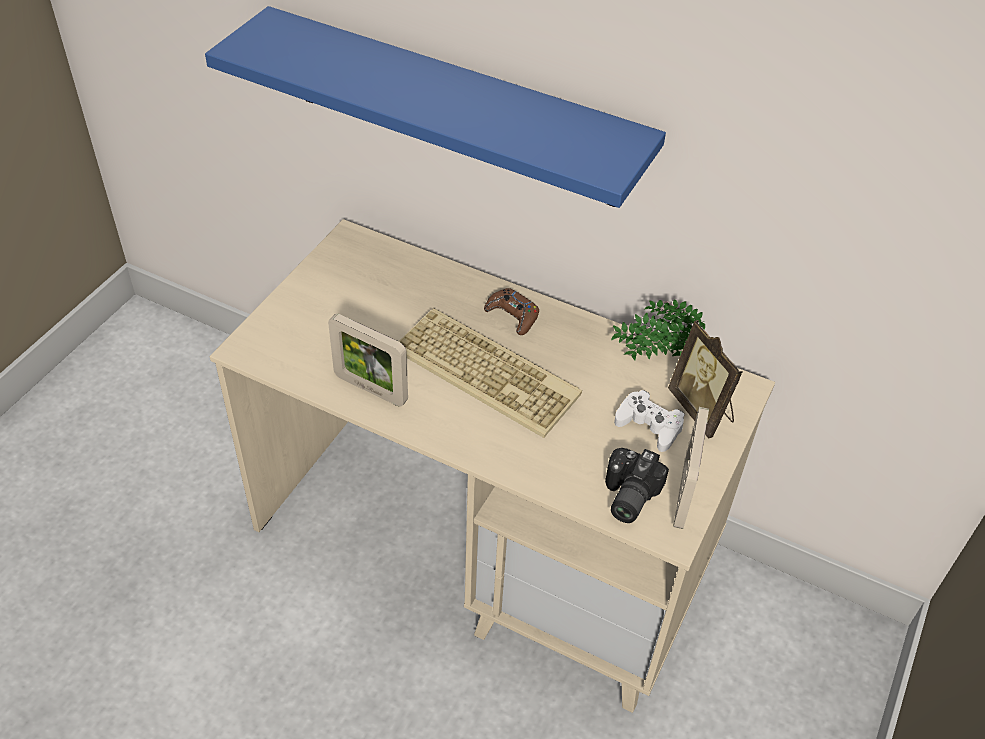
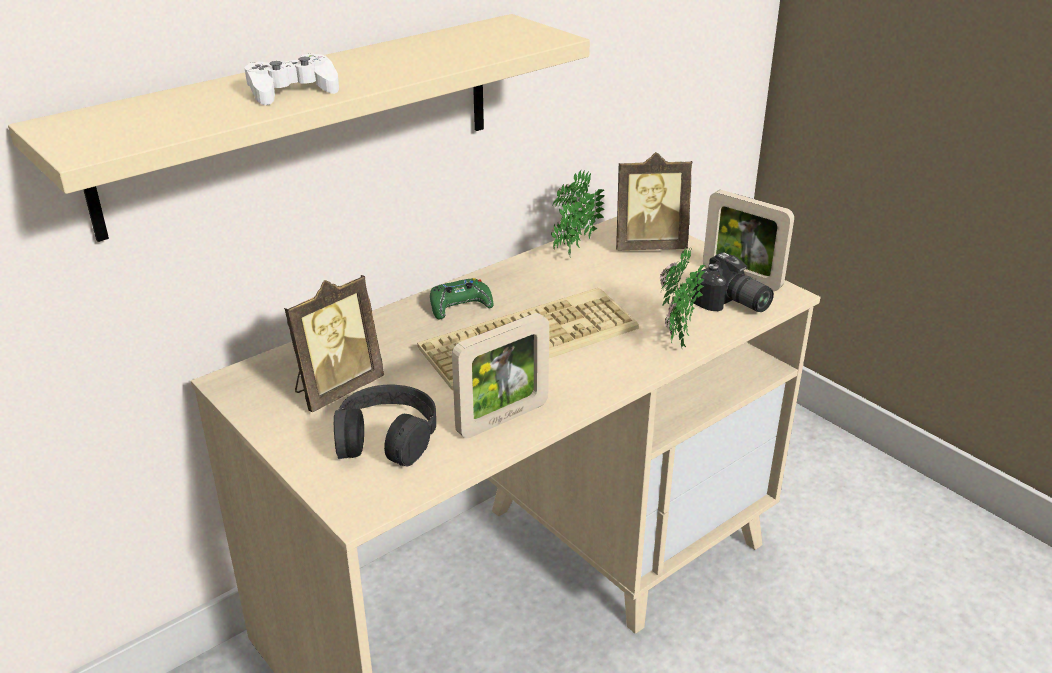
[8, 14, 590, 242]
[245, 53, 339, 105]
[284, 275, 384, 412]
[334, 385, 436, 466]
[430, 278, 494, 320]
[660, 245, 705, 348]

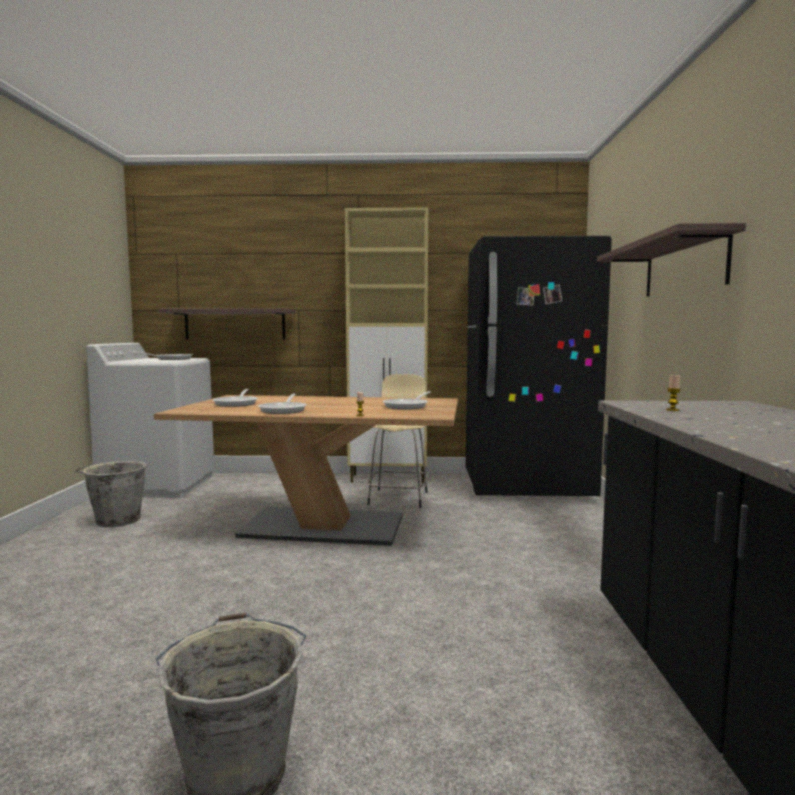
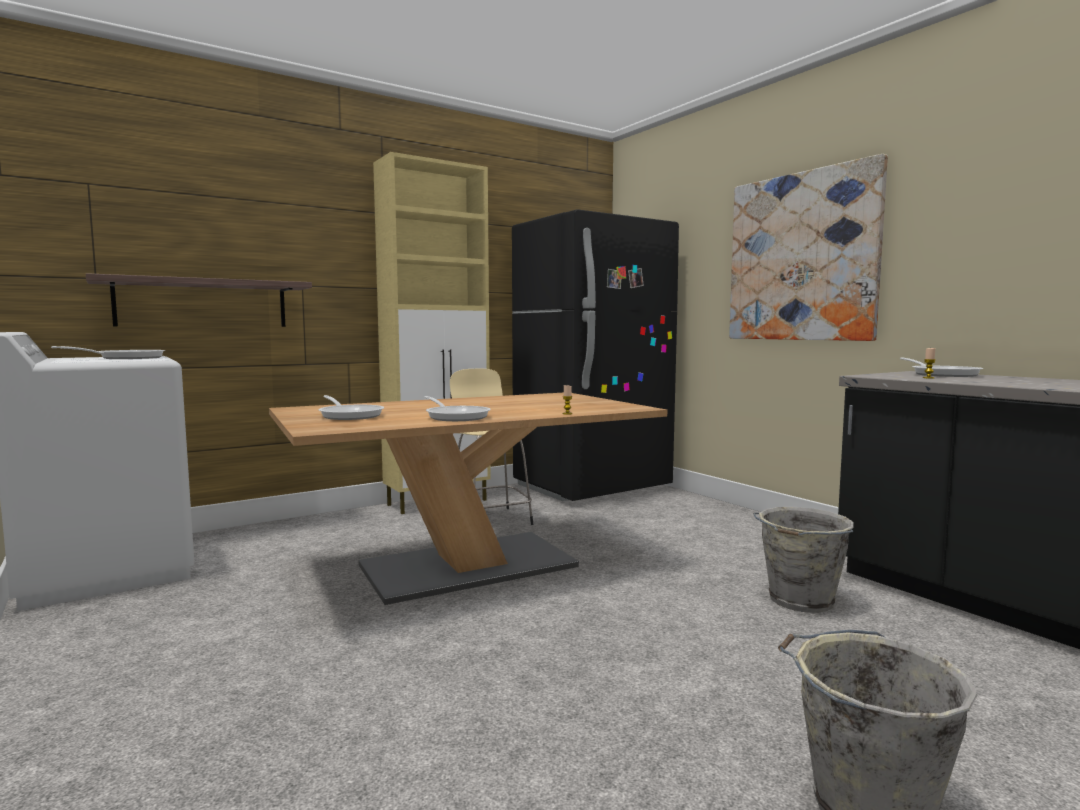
[729, 154, 888, 341]
[753, 507, 854, 613]
[900, 357, 983, 377]

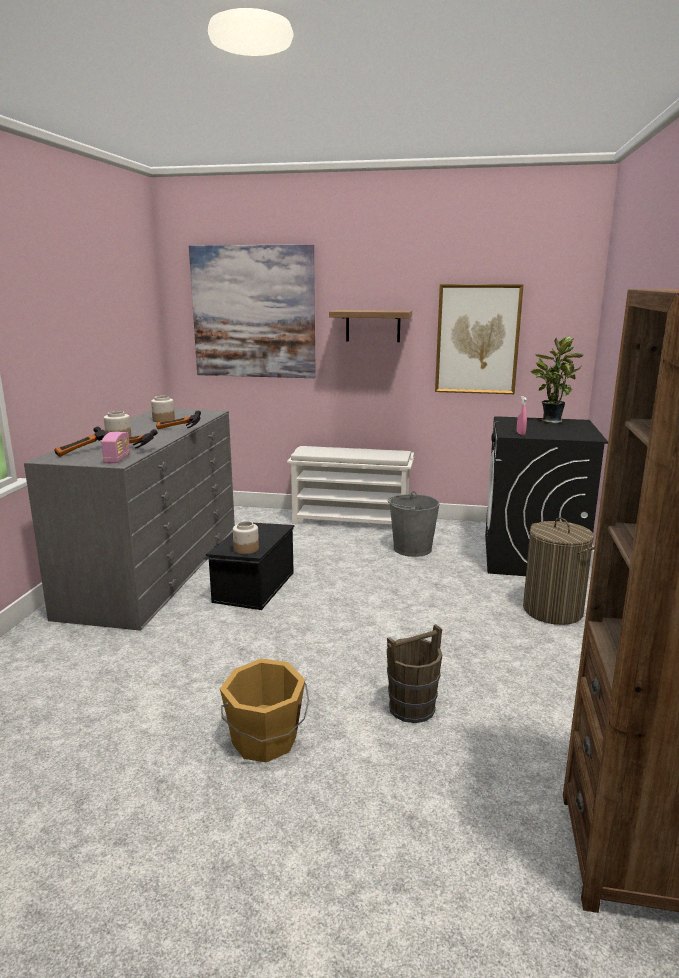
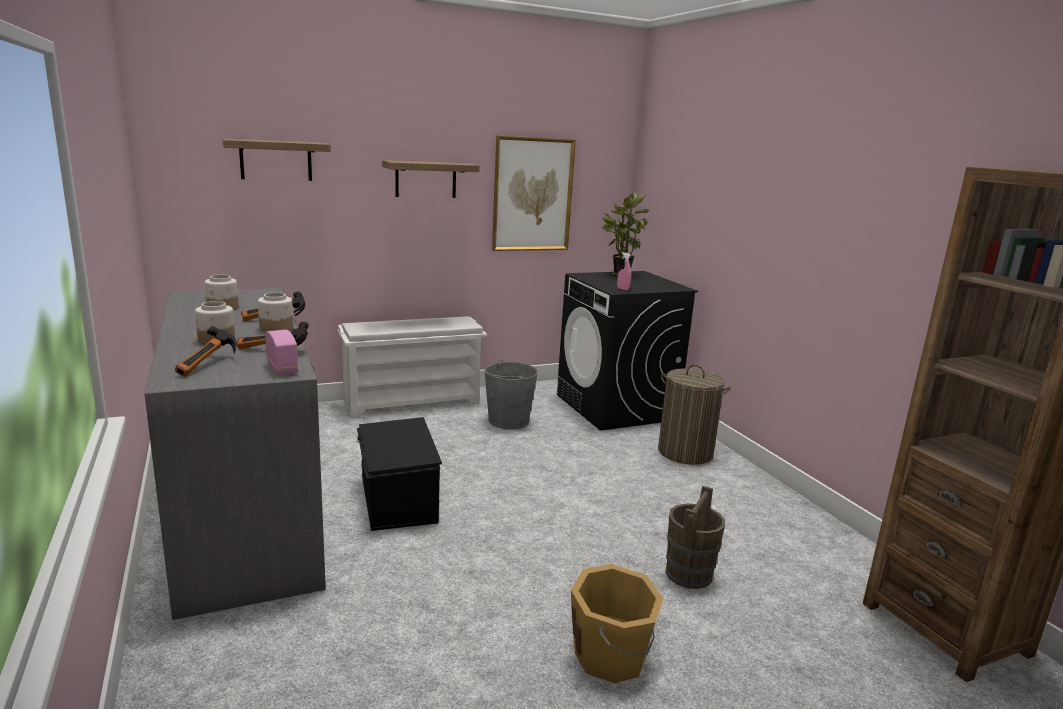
[222, 138, 331, 181]
[258, 292, 294, 332]

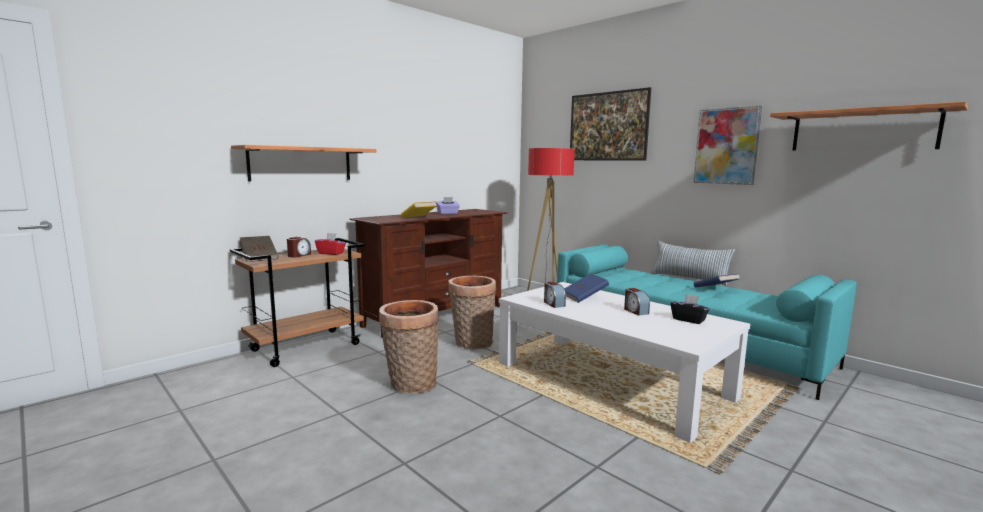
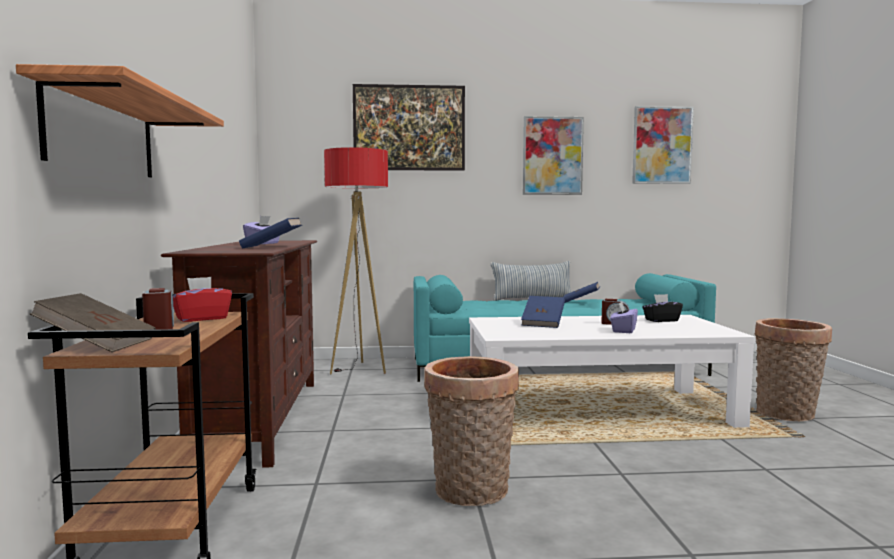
[239, 218, 302, 248]
[610, 302, 638, 333]
[632, 106, 694, 184]
[755, 318, 832, 421]
[544, 282, 566, 308] (first image)

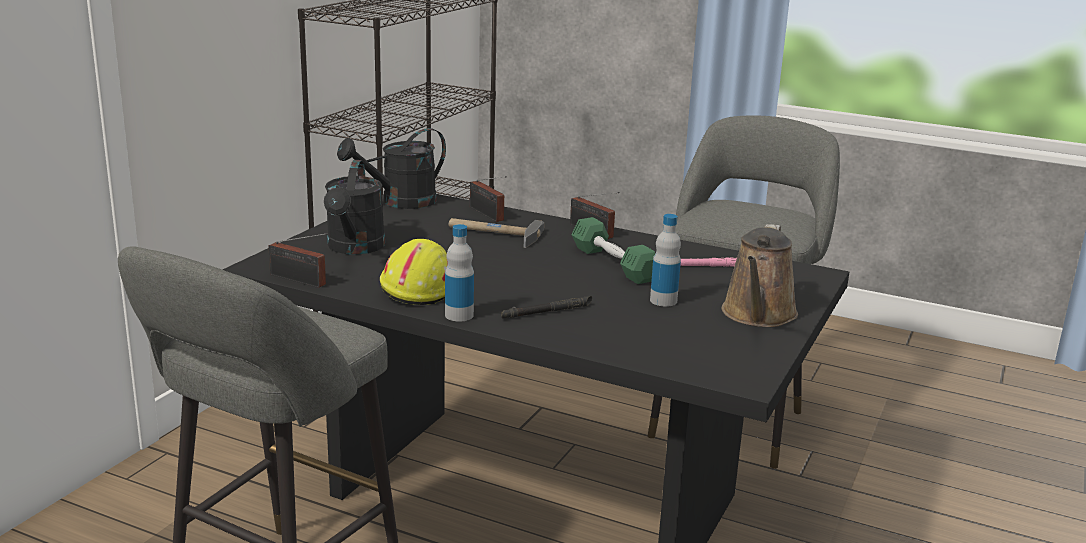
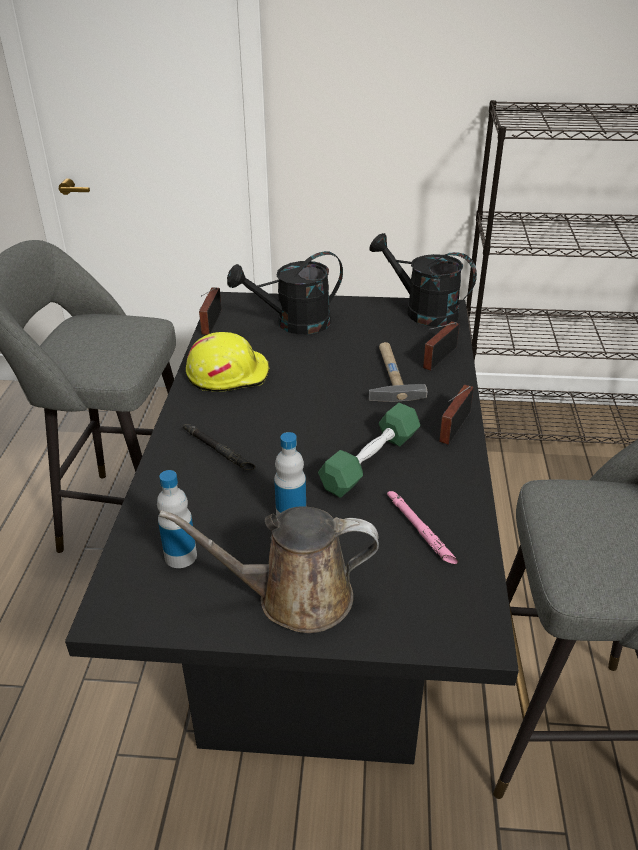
[157, 470, 197, 568]

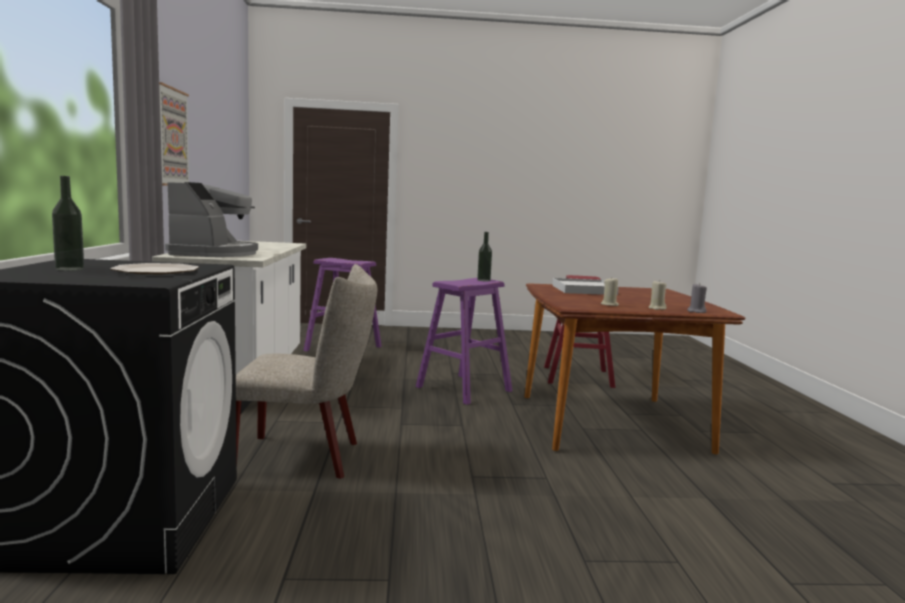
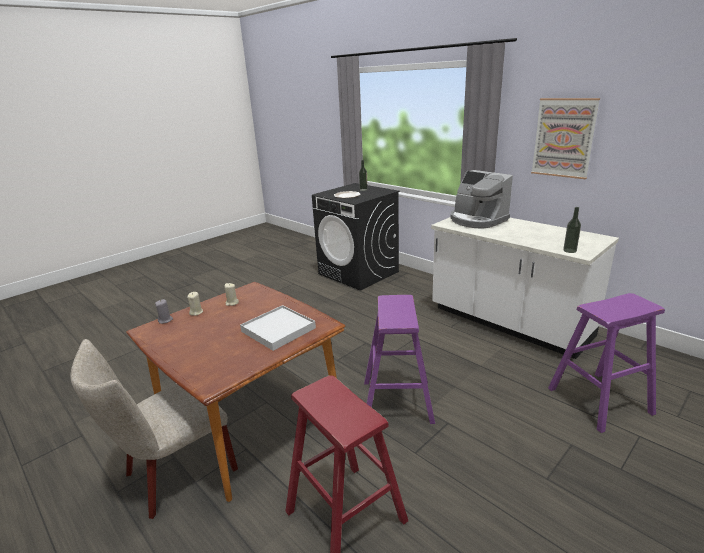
[70, 339, 238, 519]
[563, 207, 581, 253]

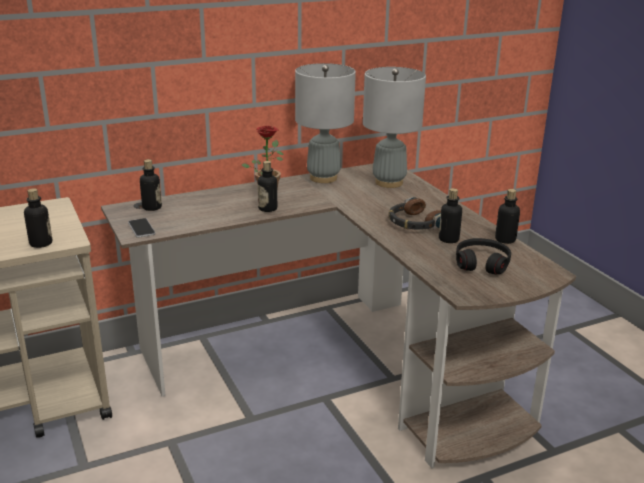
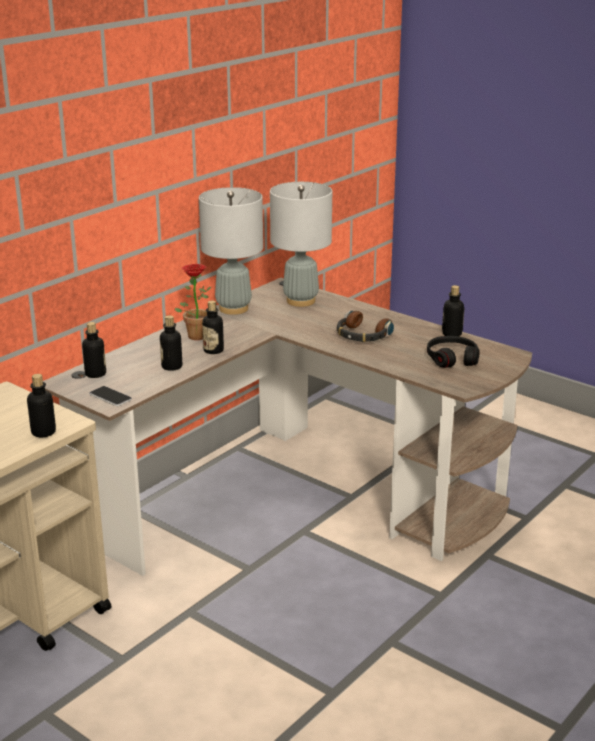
[160, 315, 182, 371]

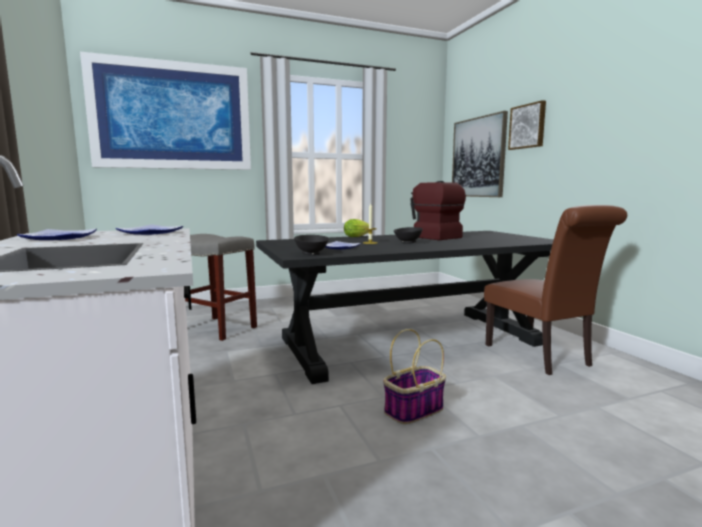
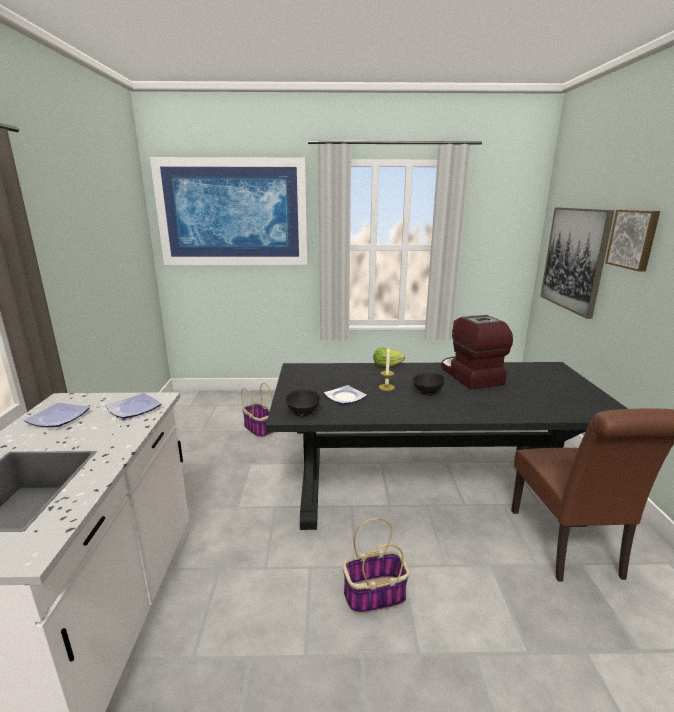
[241, 383, 274, 438]

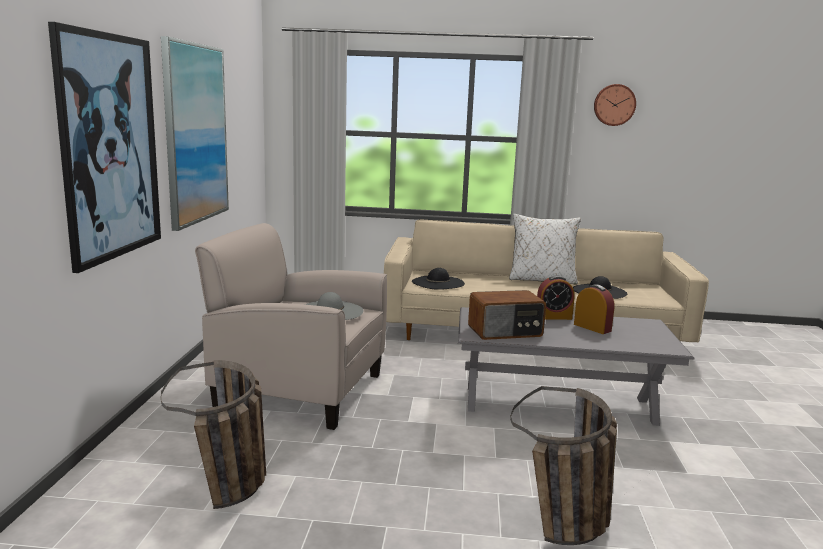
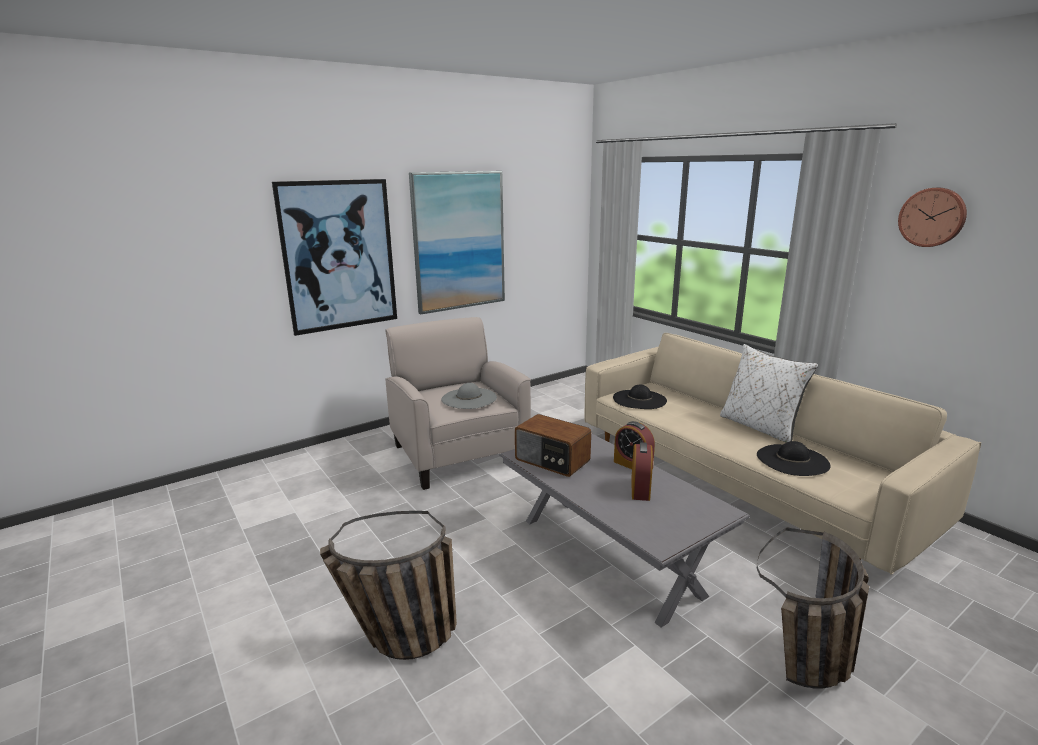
[757, 527, 869, 688]

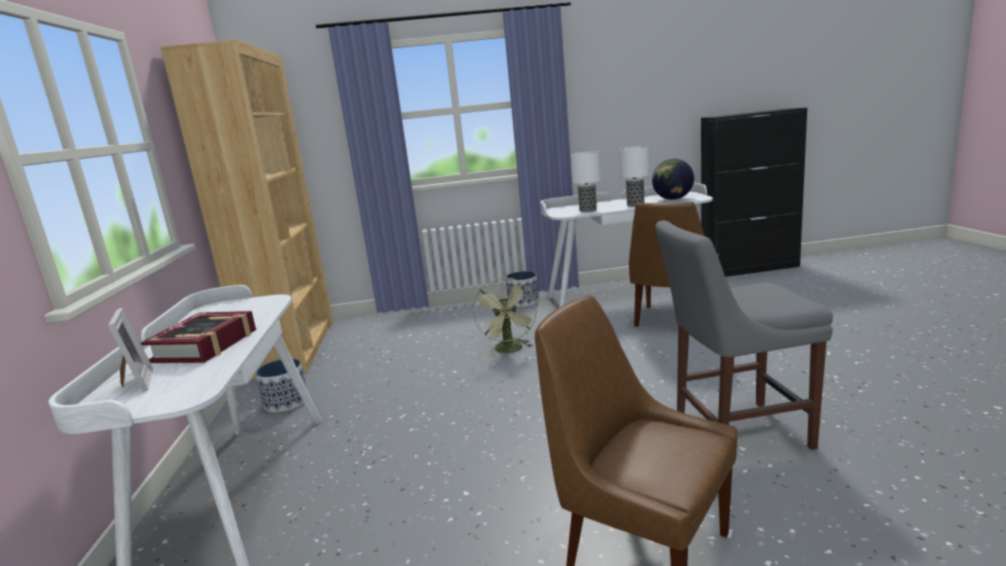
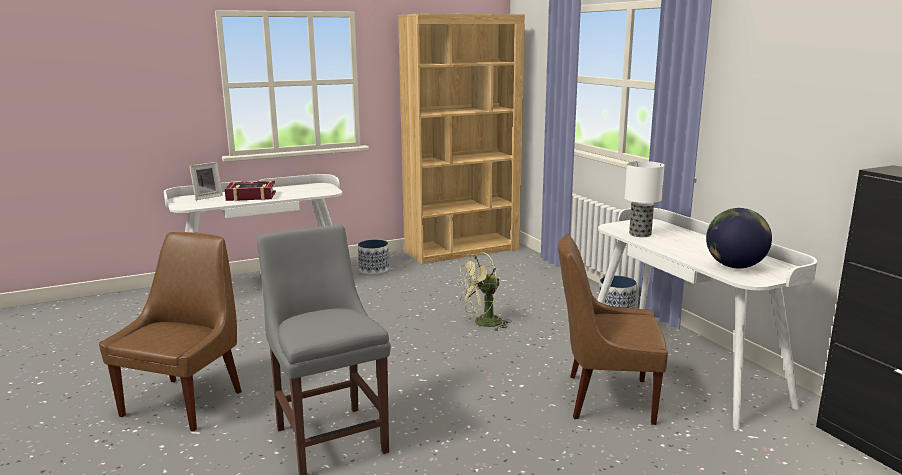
[619, 146, 649, 207] (first image)

